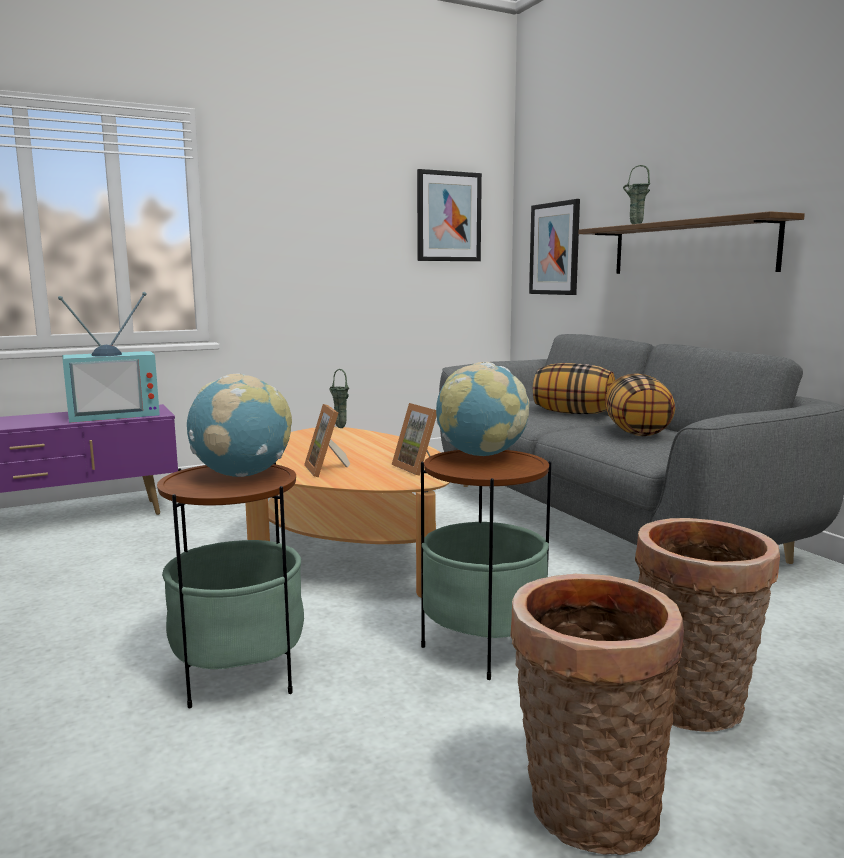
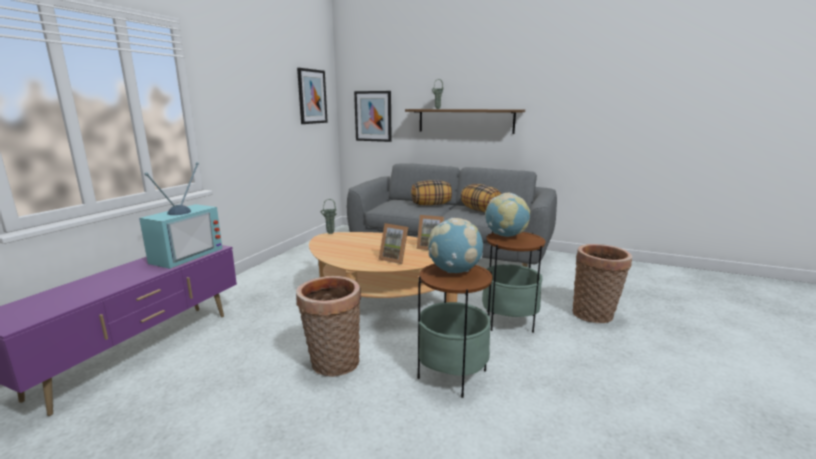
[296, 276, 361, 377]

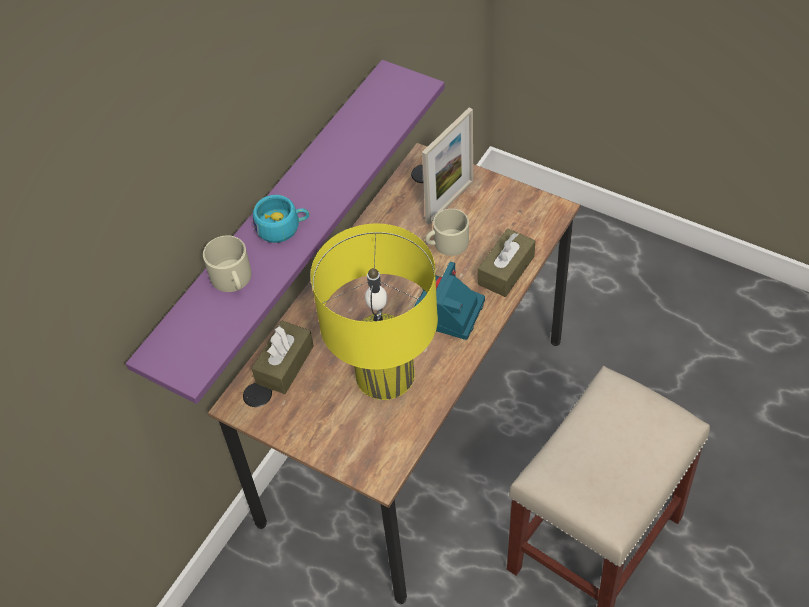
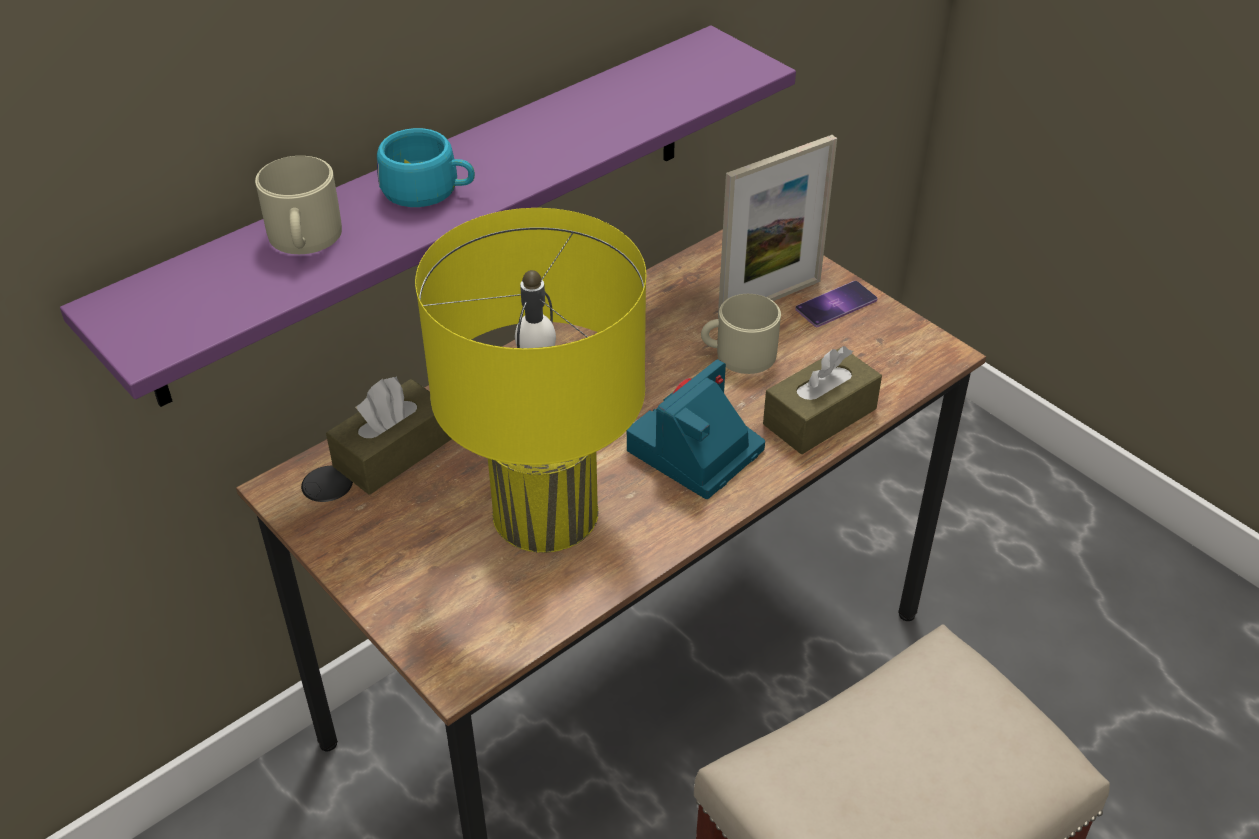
[795, 281, 878, 327]

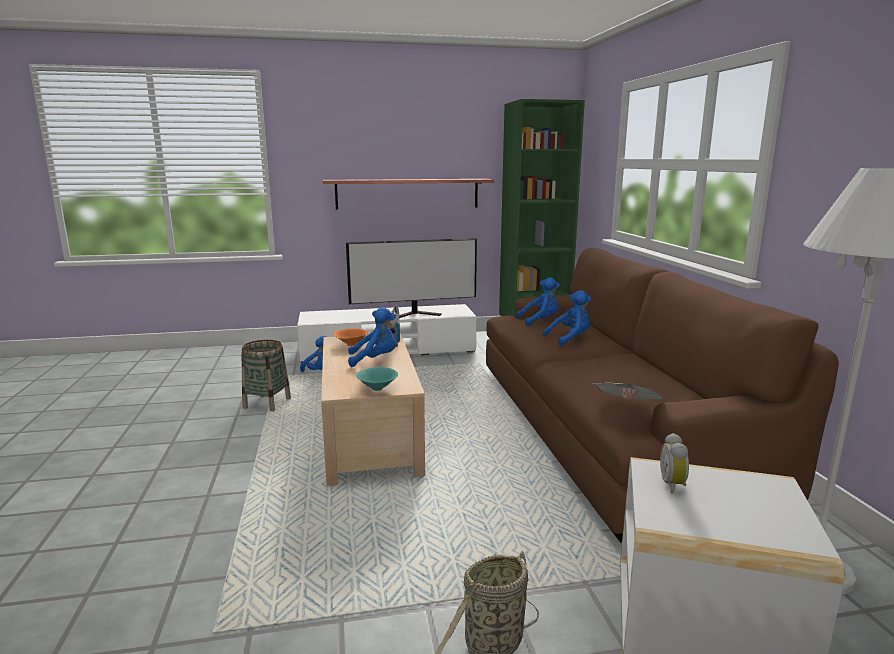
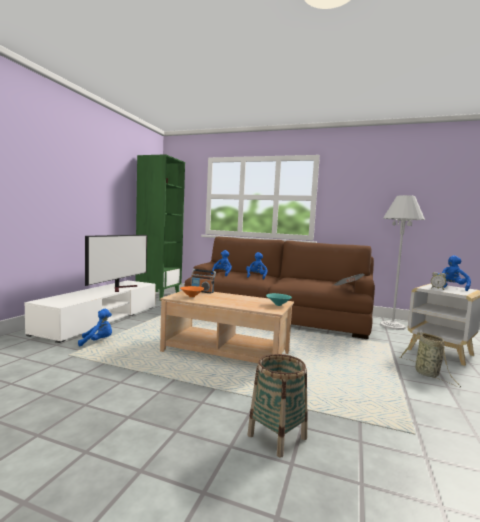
[247, 354, 308, 458]
[437, 255, 471, 291]
[323, 179, 494, 210] (first image)

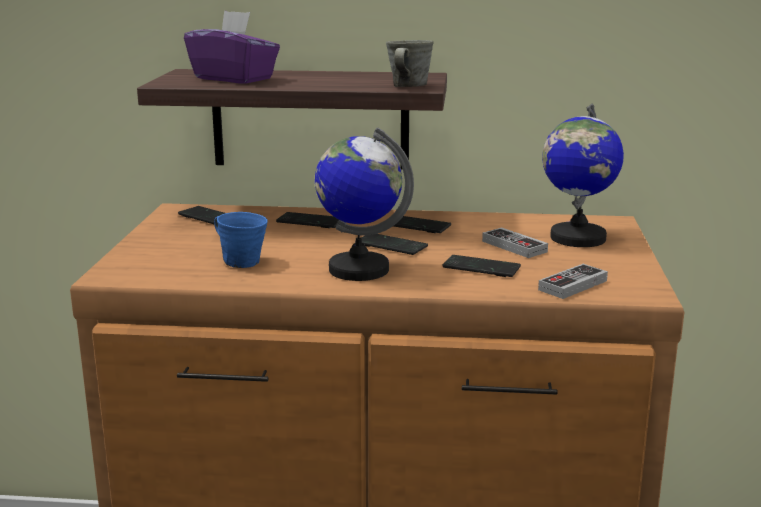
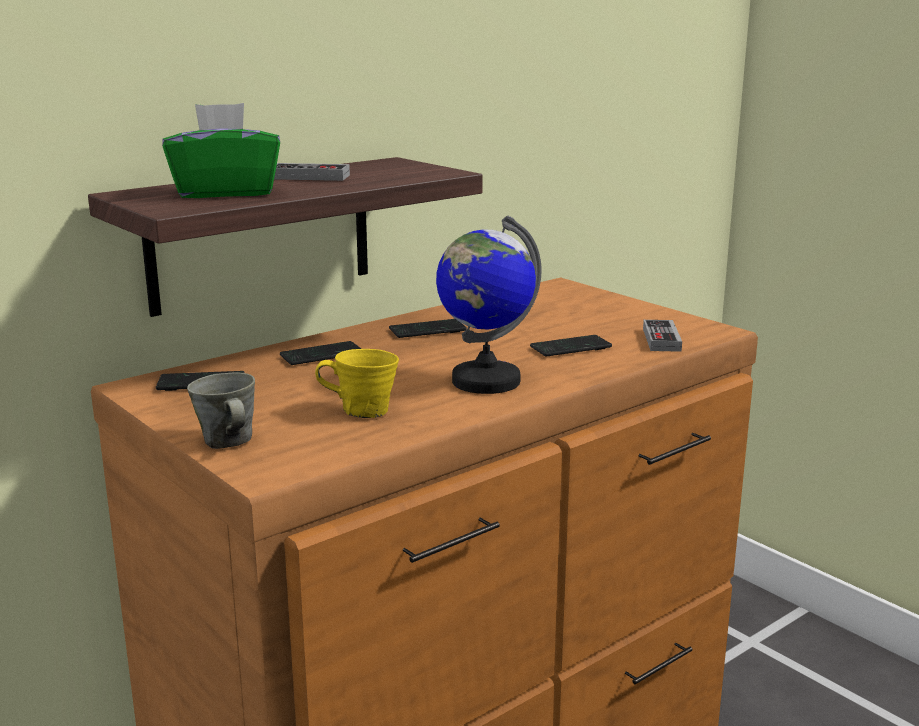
[162, 103, 280, 198]
[187, 373, 255, 449]
[274, 163, 350, 181]
[315, 349, 399, 418]
[355, 234, 428, 255] (first image)
[542, 104, 624, 247] (first image)

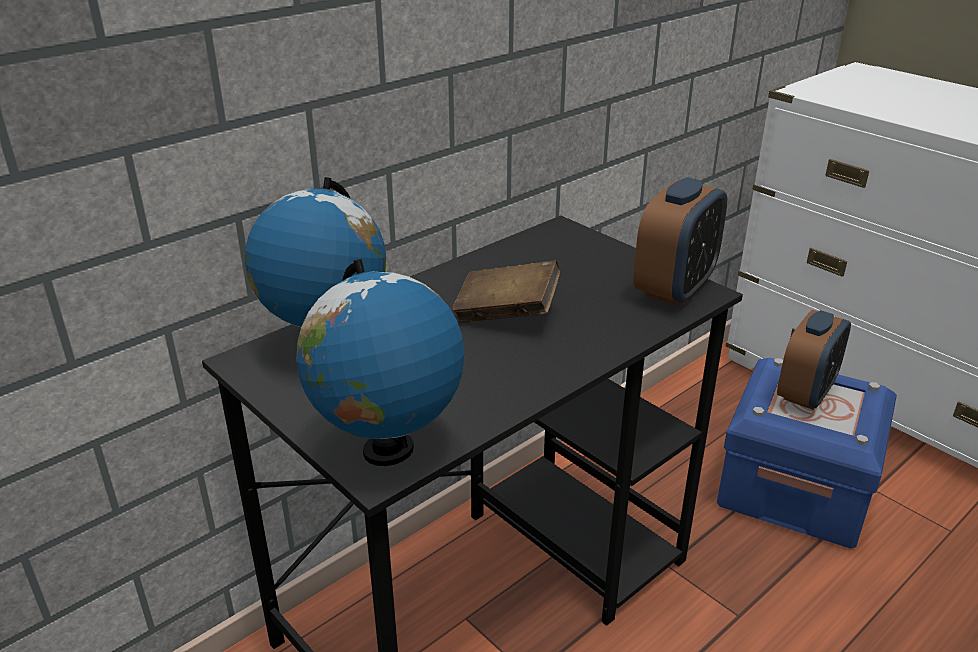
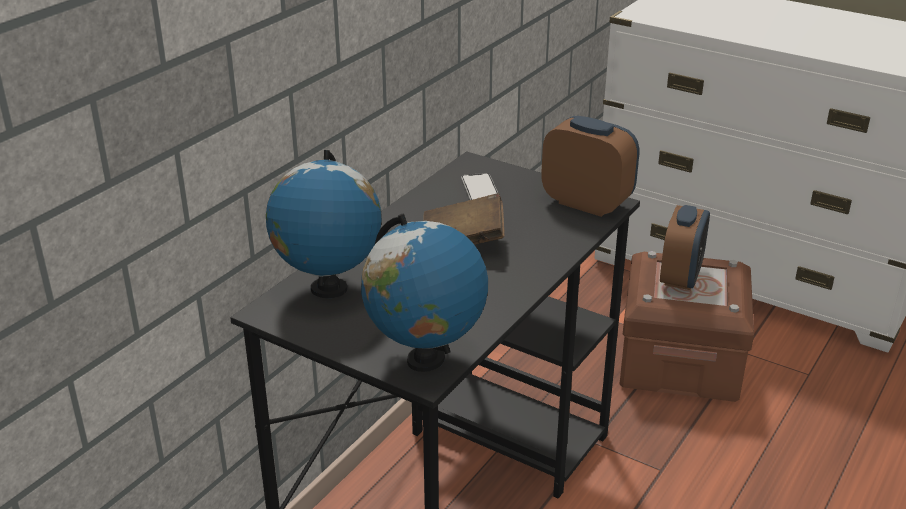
[461, 173, 498, 200]
[541, 116, 639, 217]
[619, 251, 754, 402]

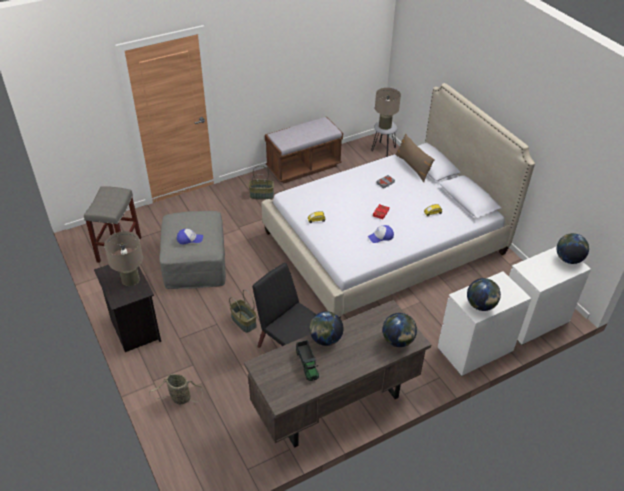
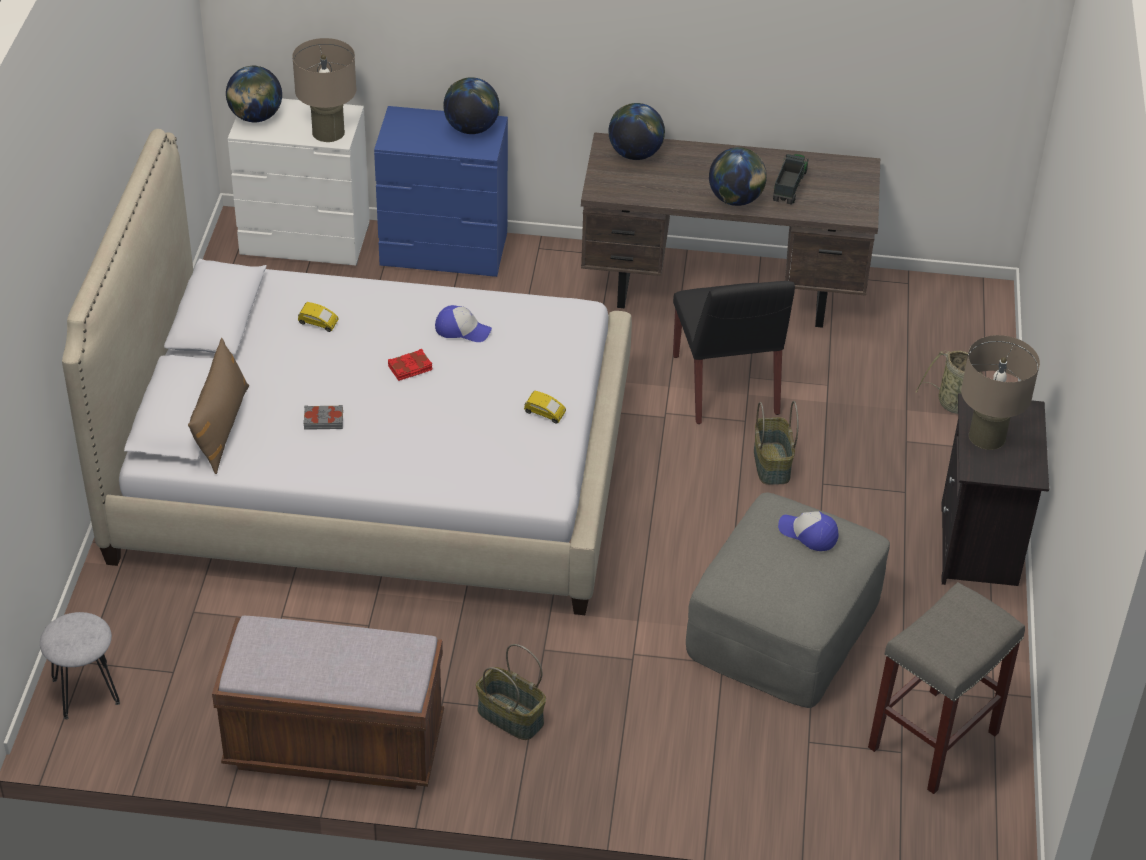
[292, 38, 356, 142]
[374, 106, 508, 277]

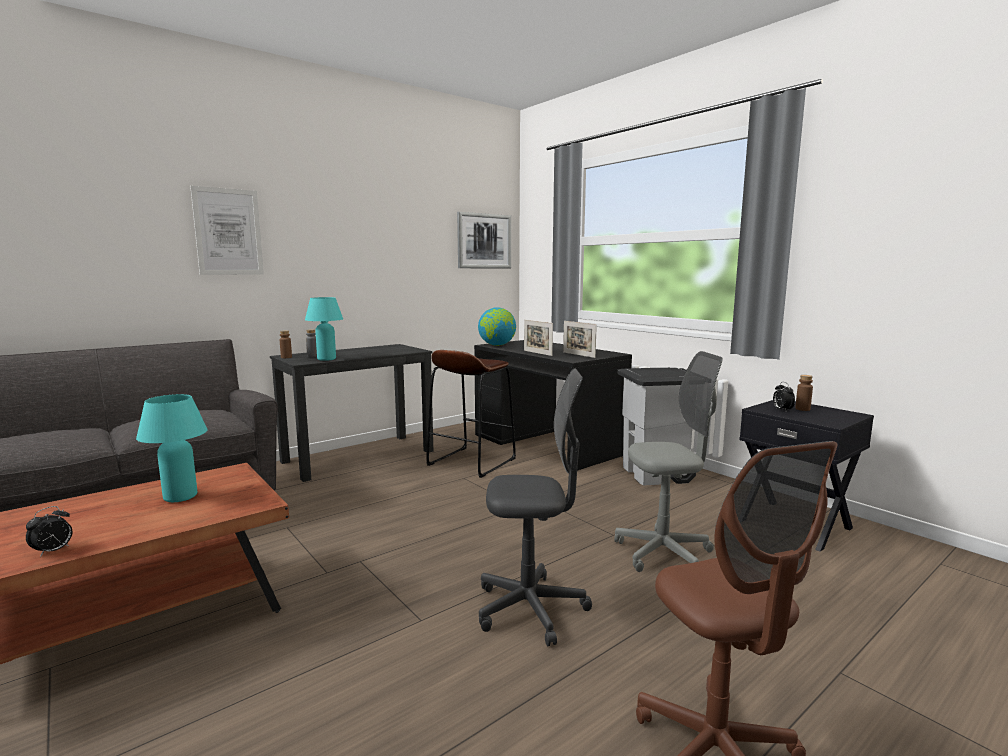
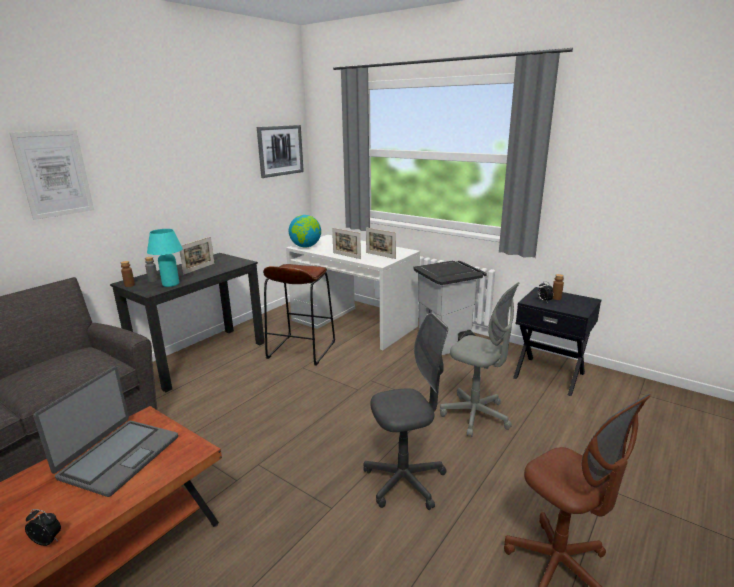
[25, 509, 61, 546]
[33, 366, 178, 497]
[180, 237, 215, 275]
[286, 235, 420, 350]
[440, 282, 520, 437]

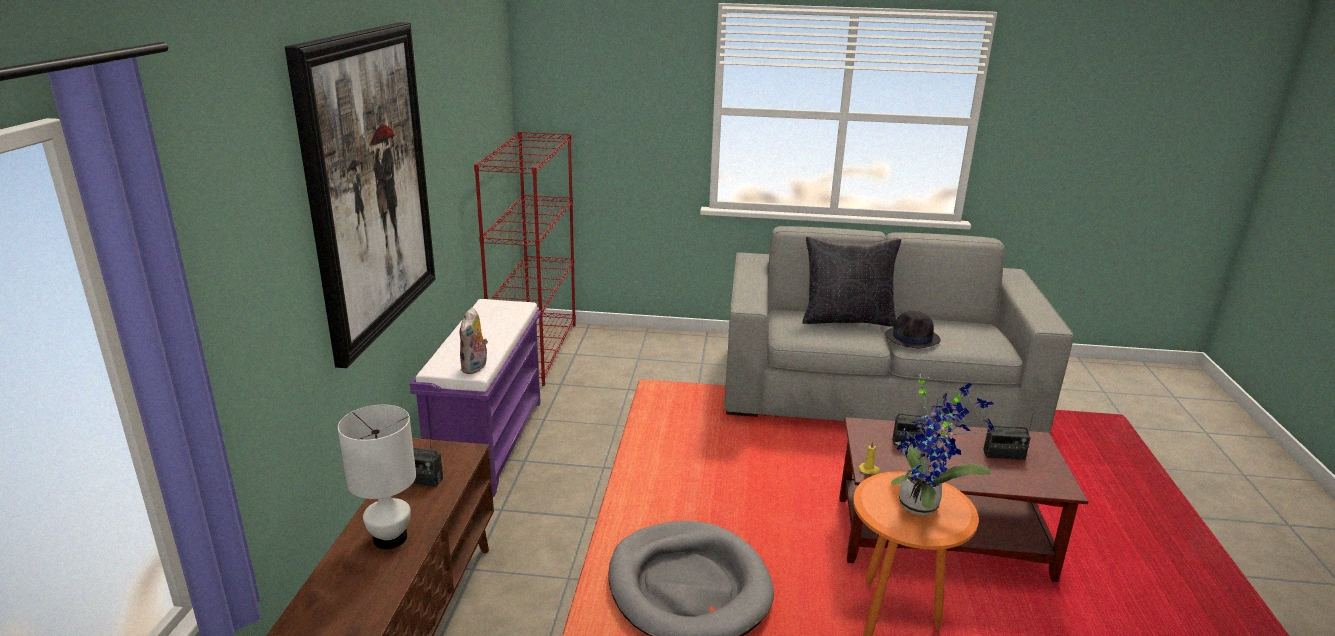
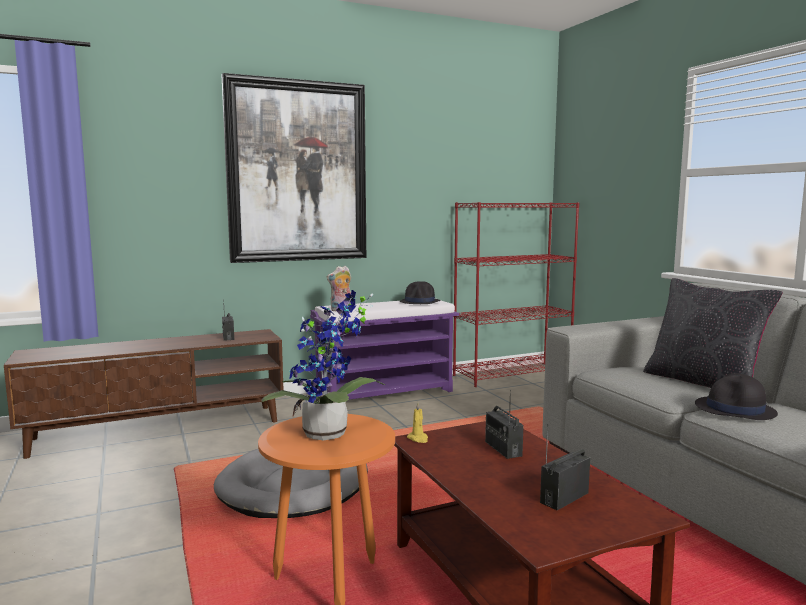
[399, 281, 441, 304]
[540, 424, 590, 510]
[338, 405, 416, 549] (first image)

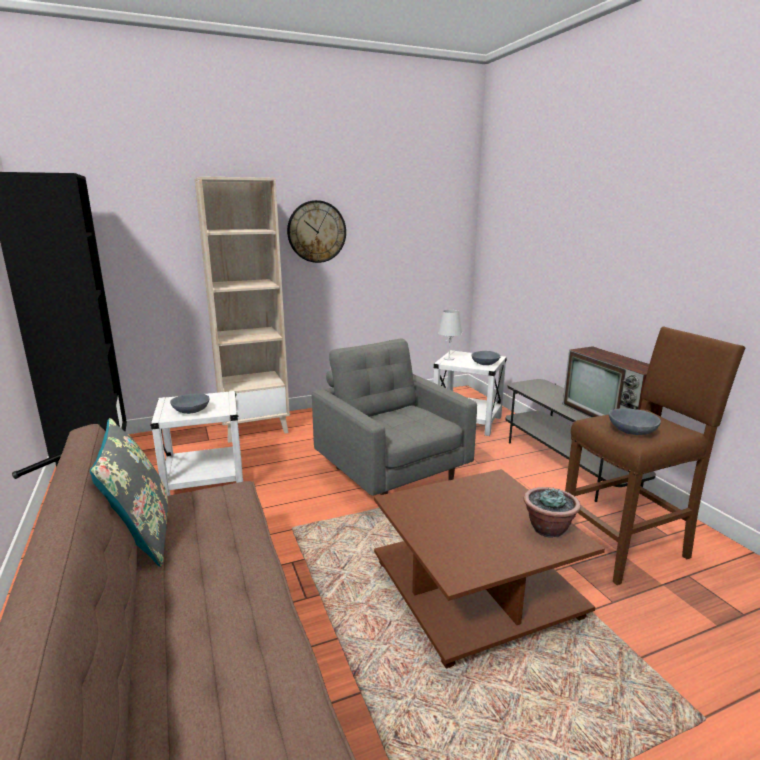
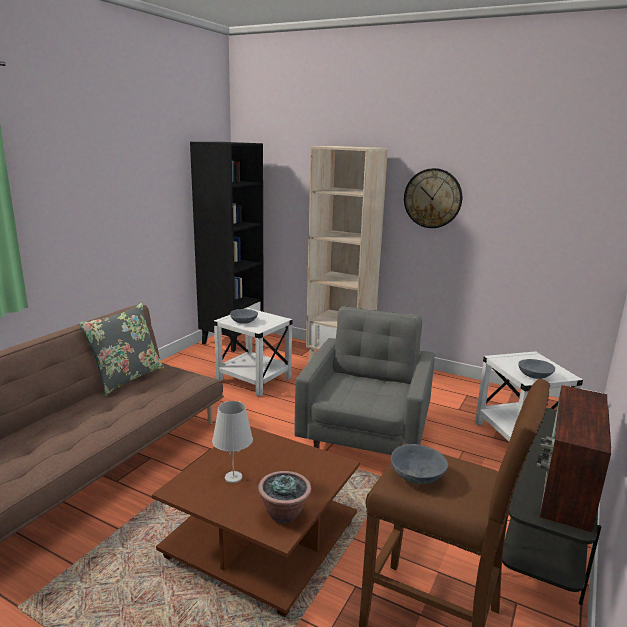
[212, 401, 253, 483]

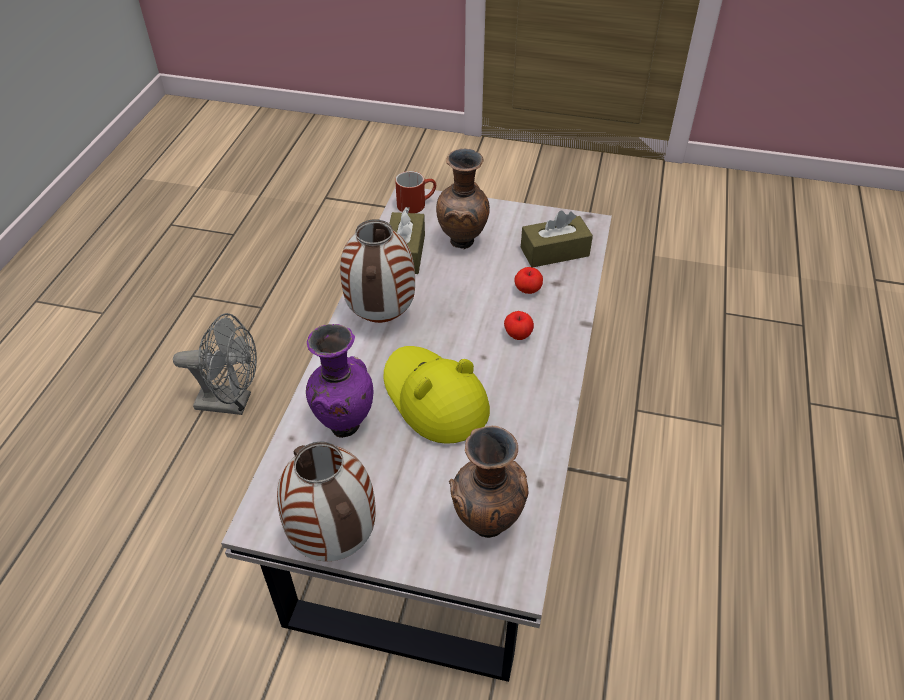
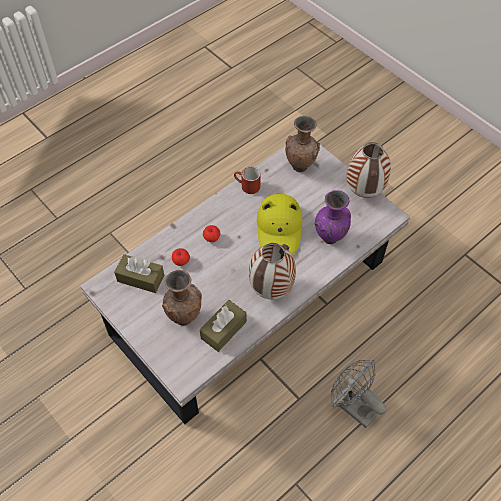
[234, 166, 261, 194]

